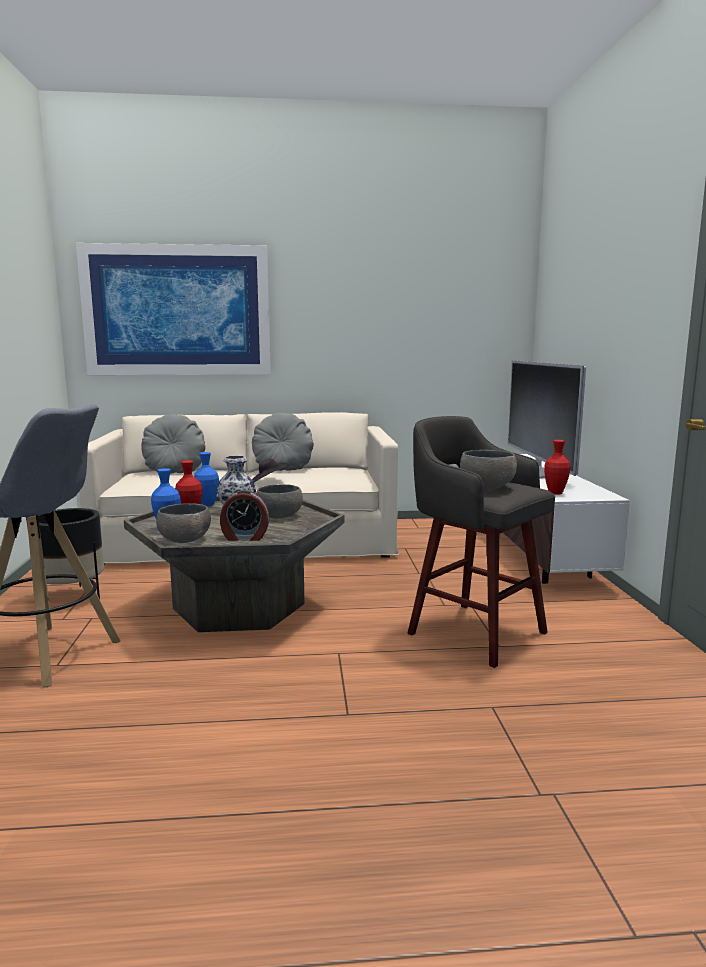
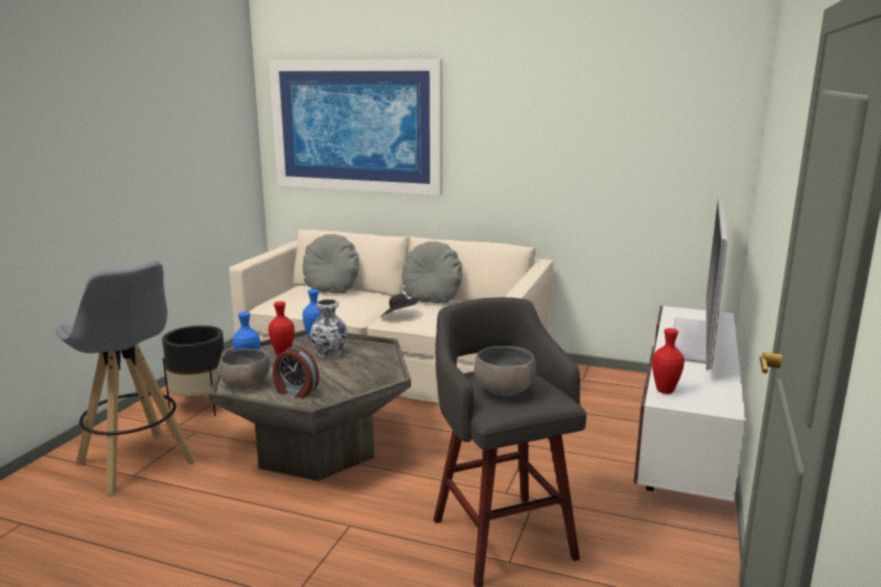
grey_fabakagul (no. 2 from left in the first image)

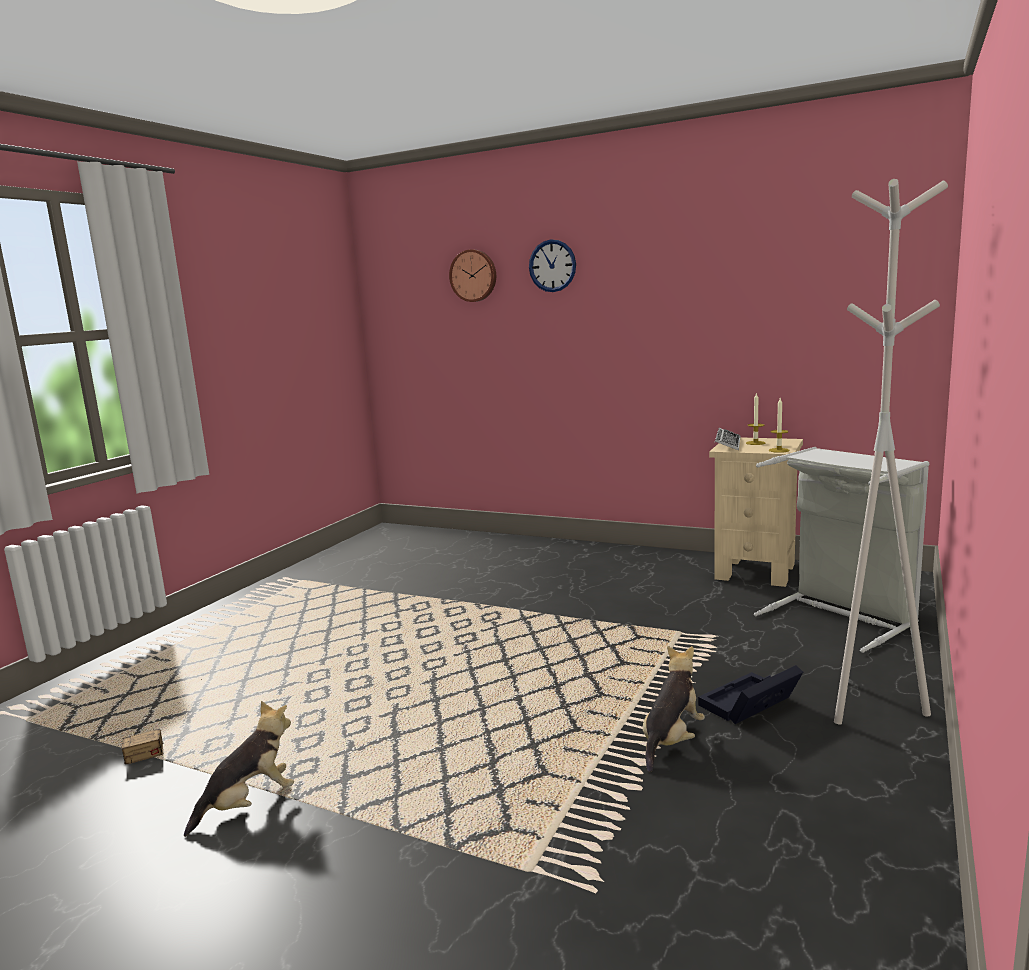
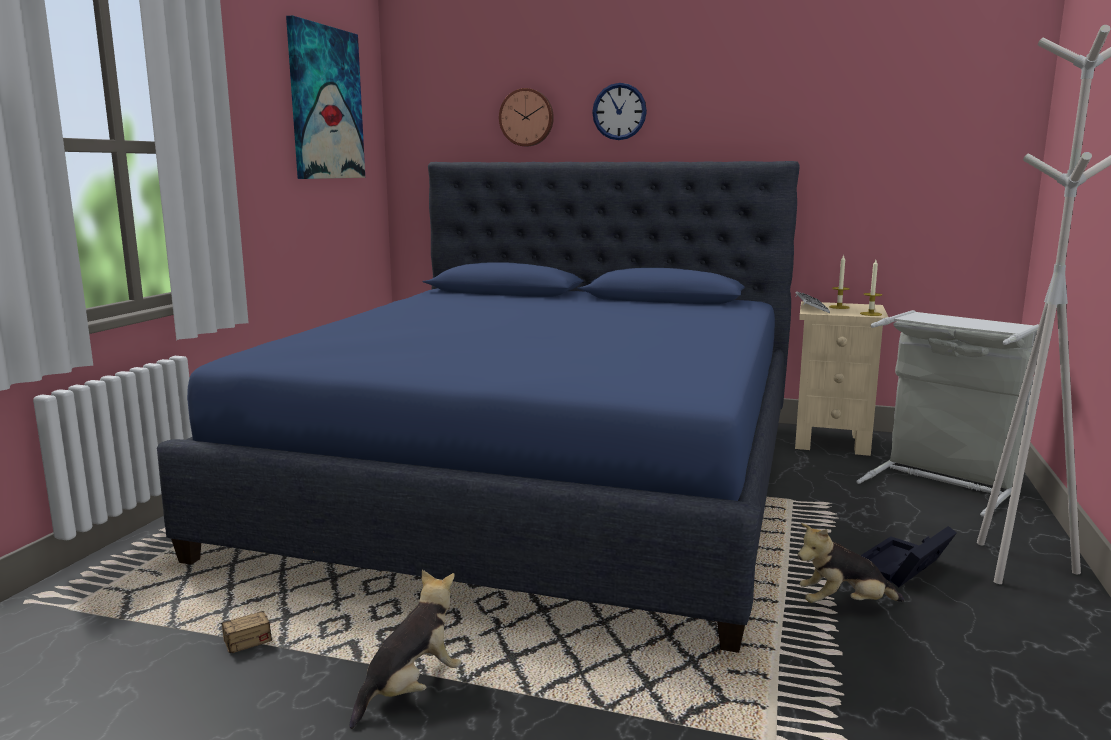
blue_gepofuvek; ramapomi; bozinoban (no. 2 from left)

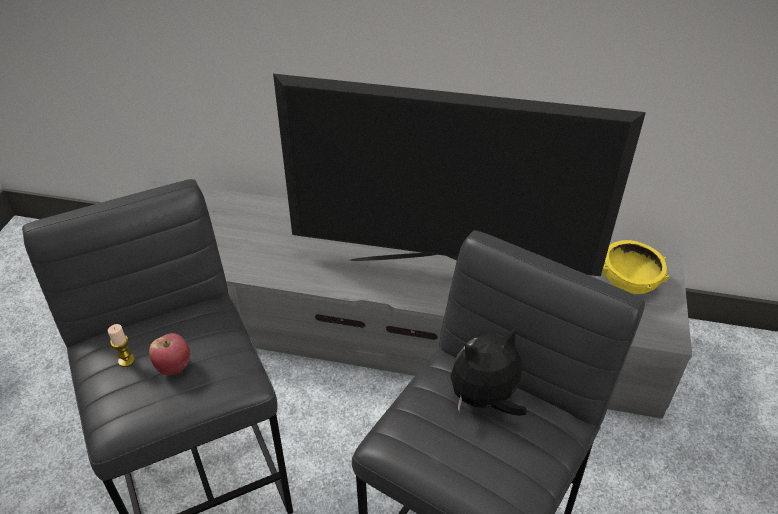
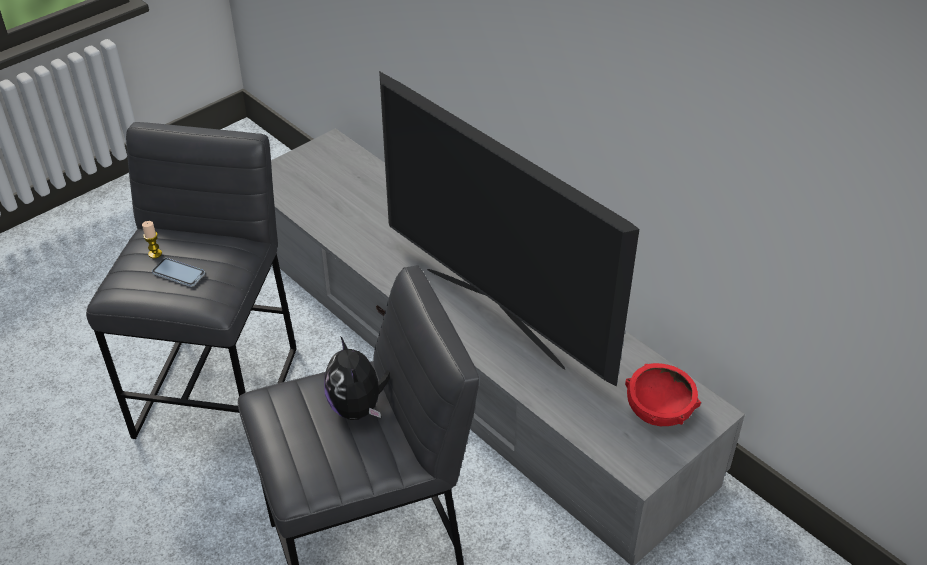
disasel; red_fabakagul; bozinoban

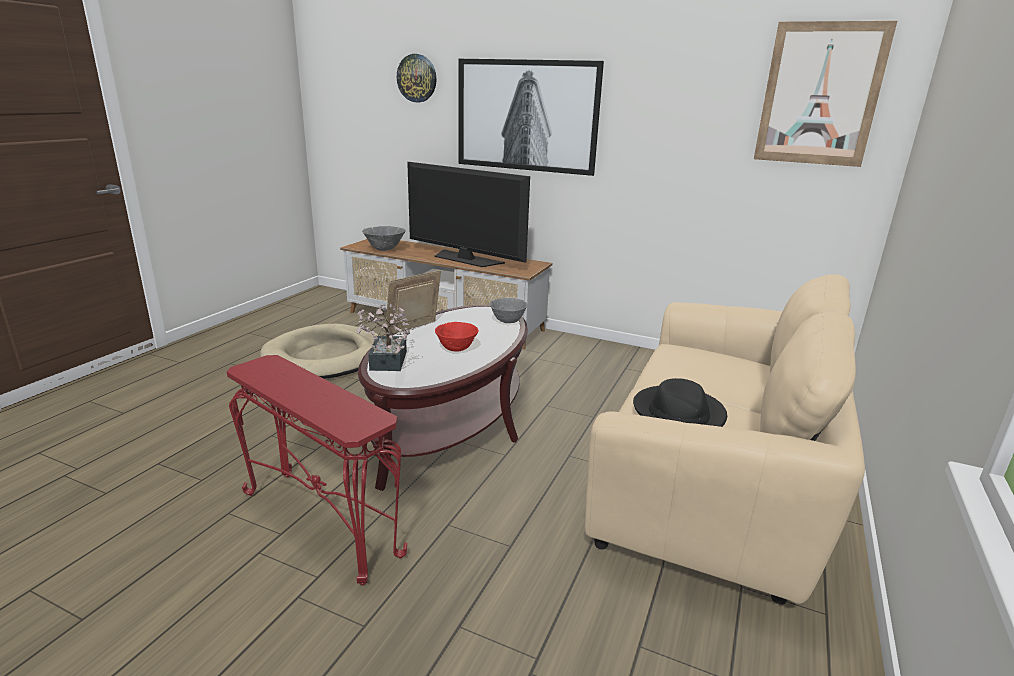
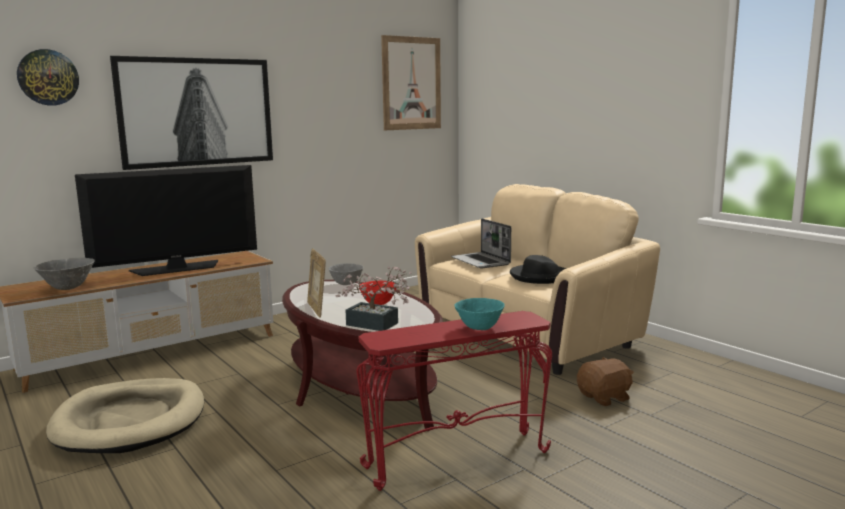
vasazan; turquoise_fabakagul; brown_bozinoban

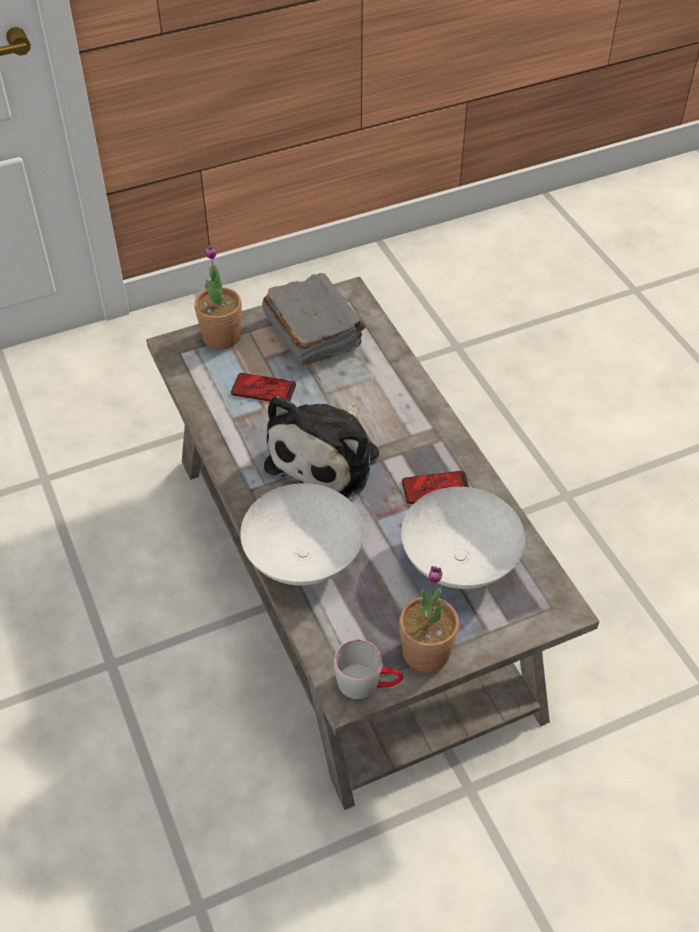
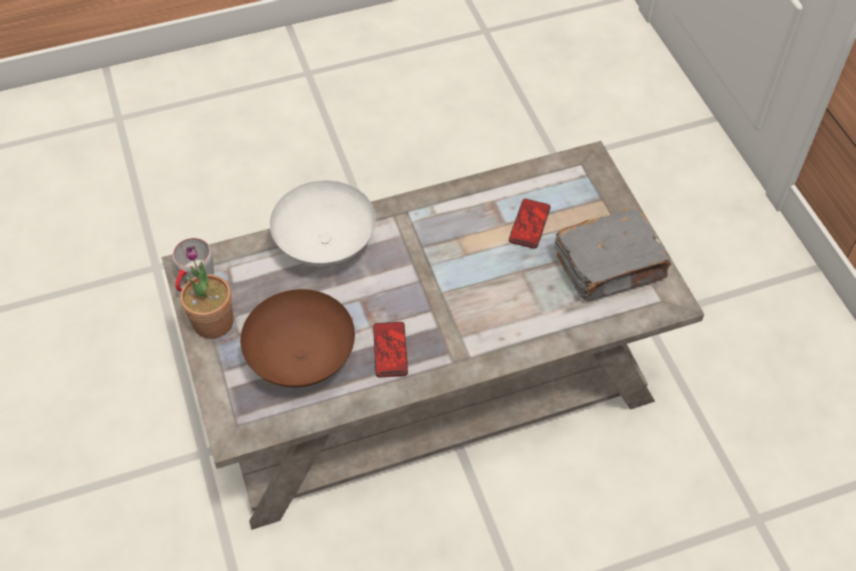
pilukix (no. 1 from left in the first image); bozinoban; brown_fabakagul

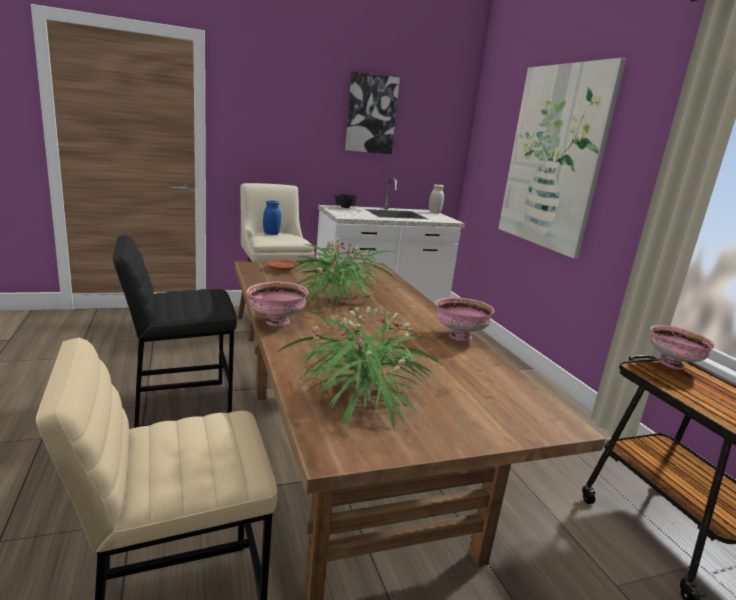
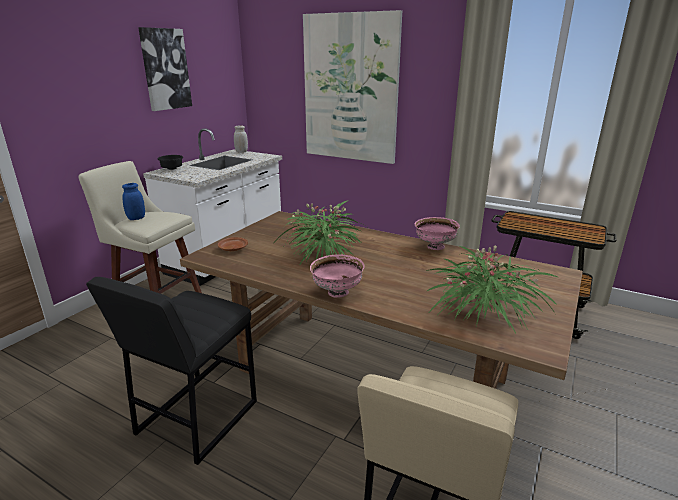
pink_fabakagul (no. 3 from left in the first image)

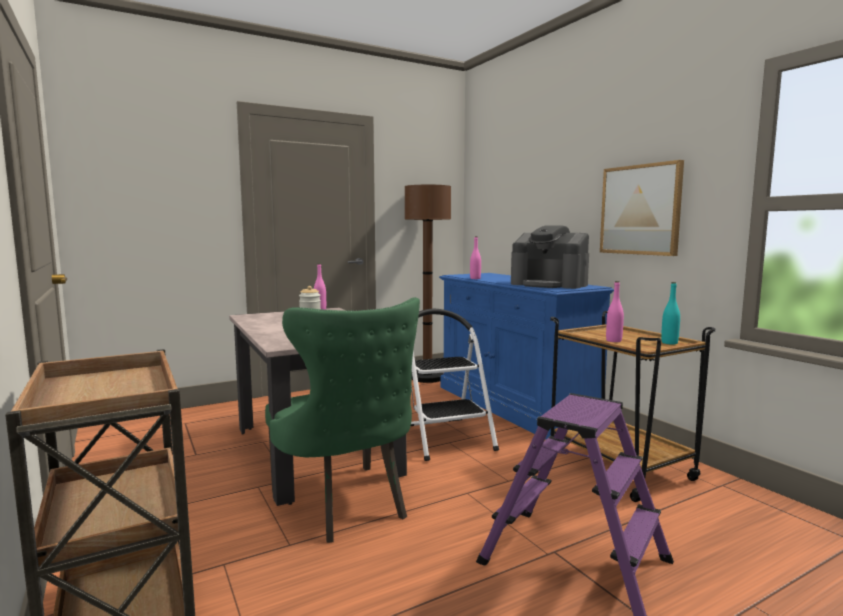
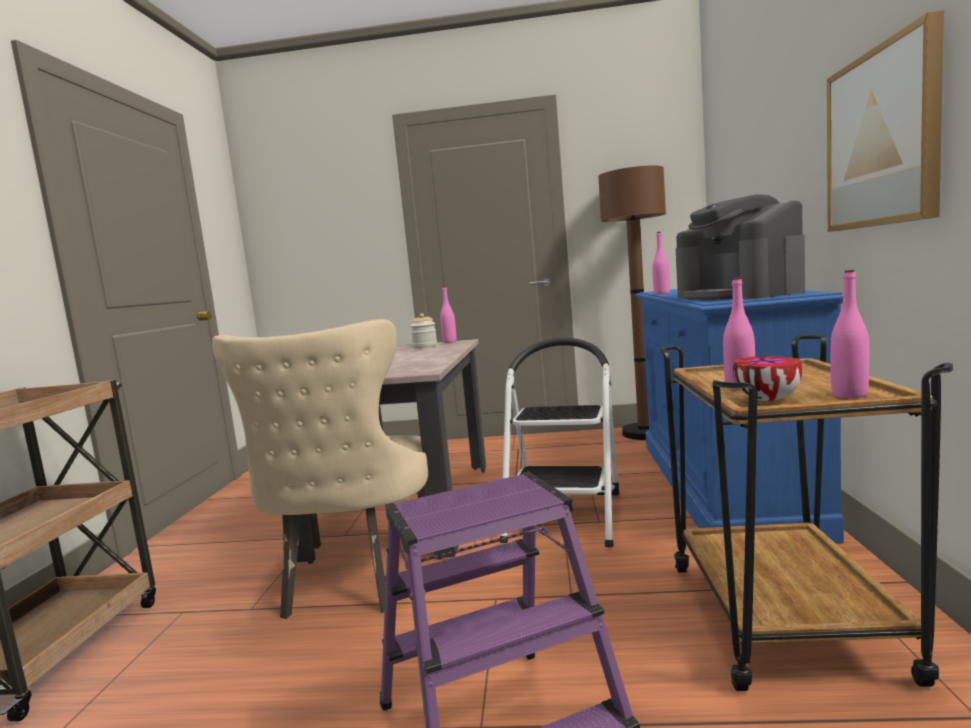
fabakagul; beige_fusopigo; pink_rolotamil (no. 4 from left)

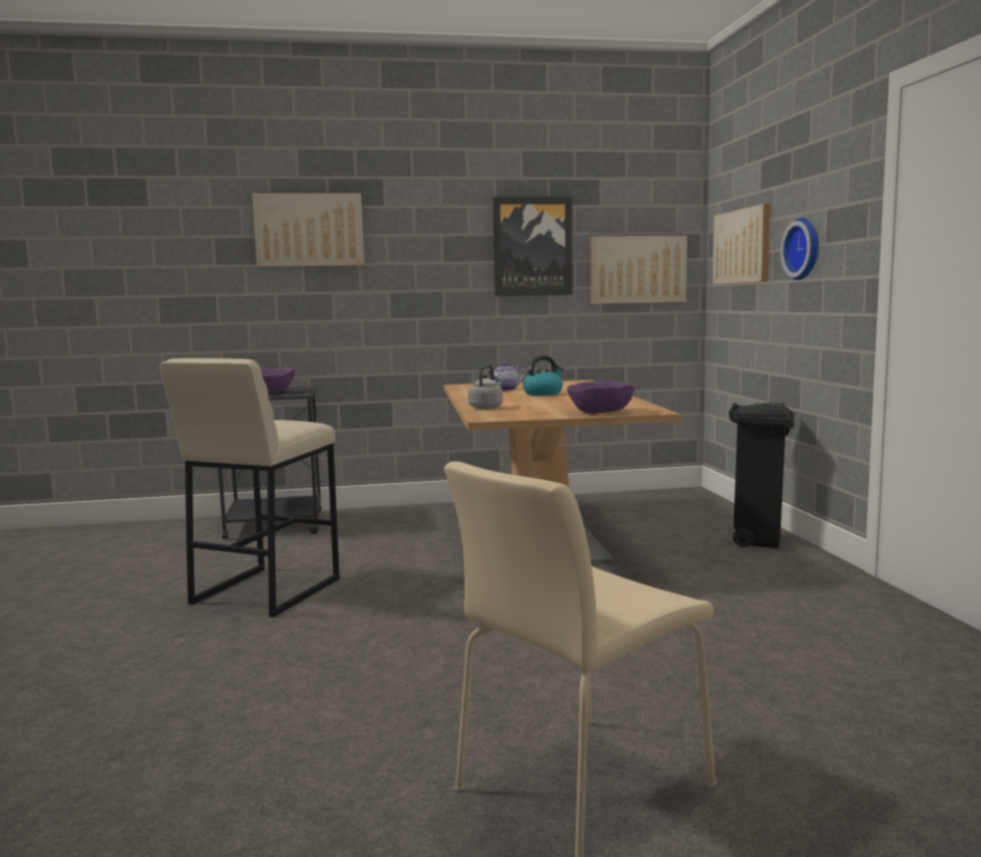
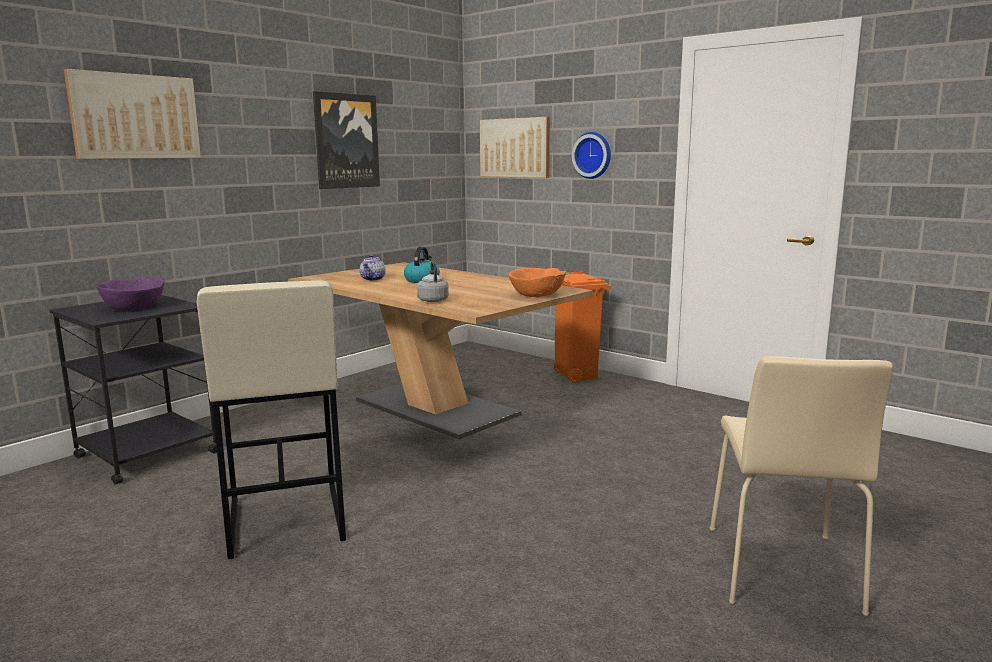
ramapomi (no. 3 from left in the first image); orange_fabakagul; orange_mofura

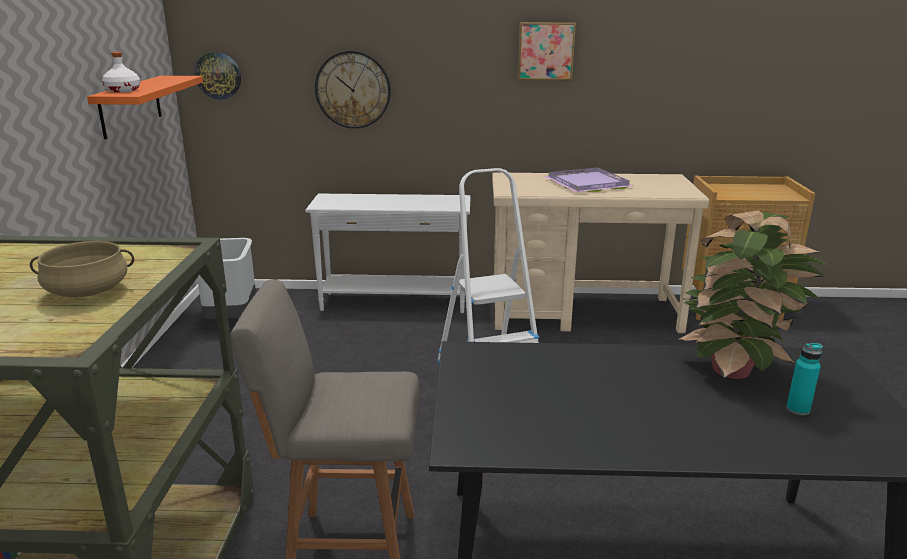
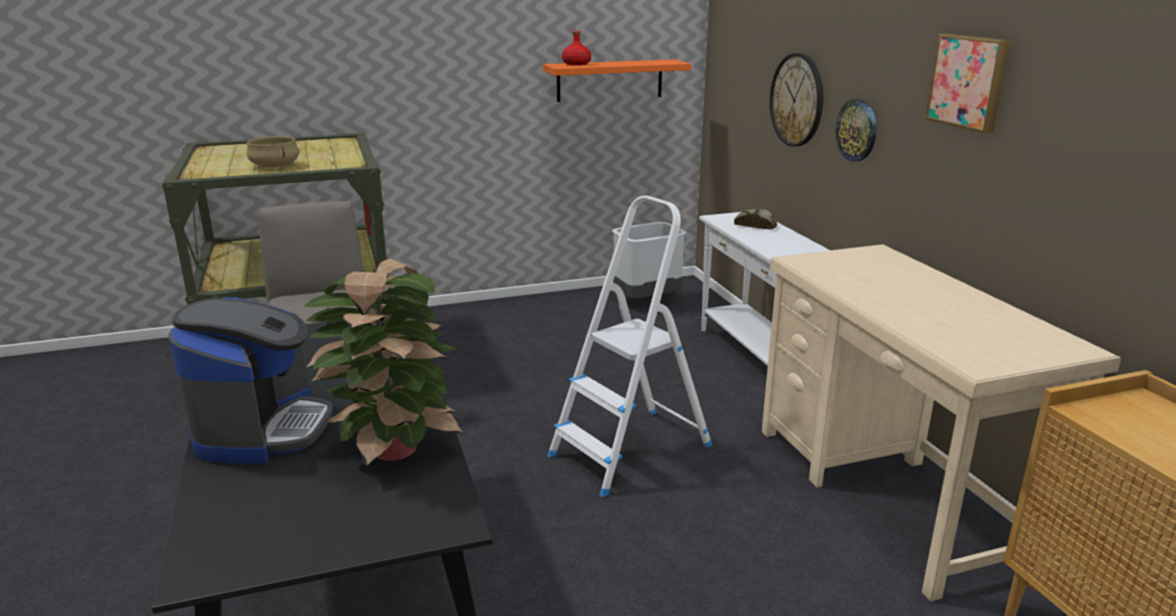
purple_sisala; turquoise_rolotamil; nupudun; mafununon; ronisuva (no. 2 from left); red_rolotamil

